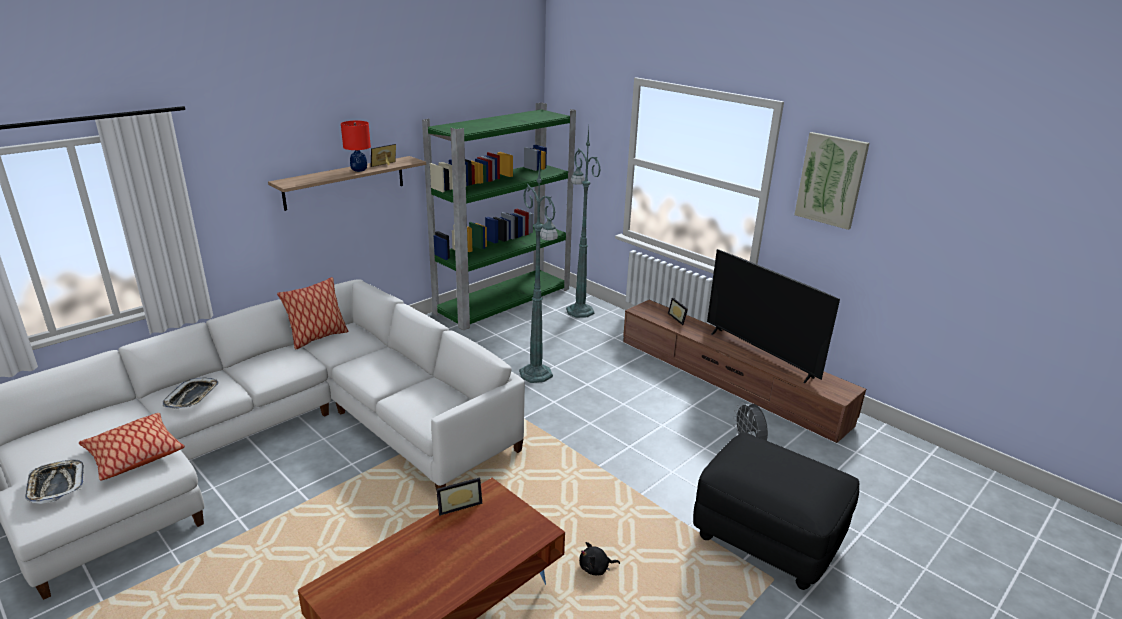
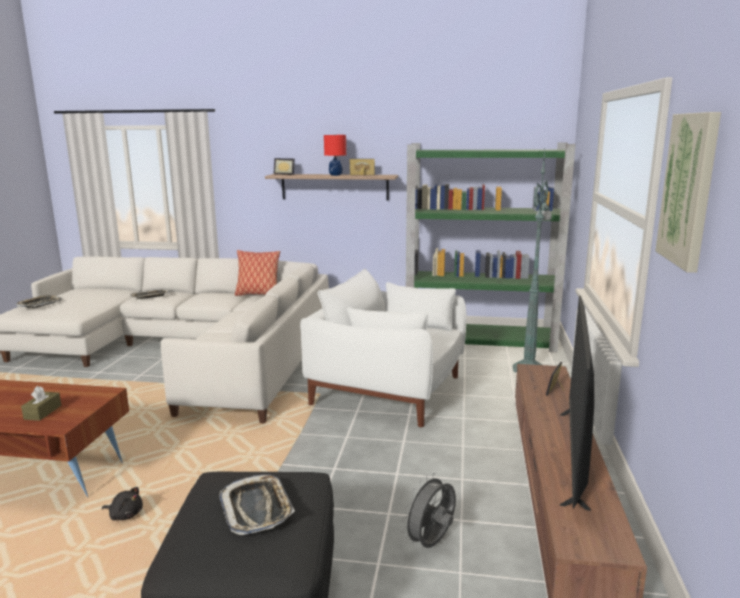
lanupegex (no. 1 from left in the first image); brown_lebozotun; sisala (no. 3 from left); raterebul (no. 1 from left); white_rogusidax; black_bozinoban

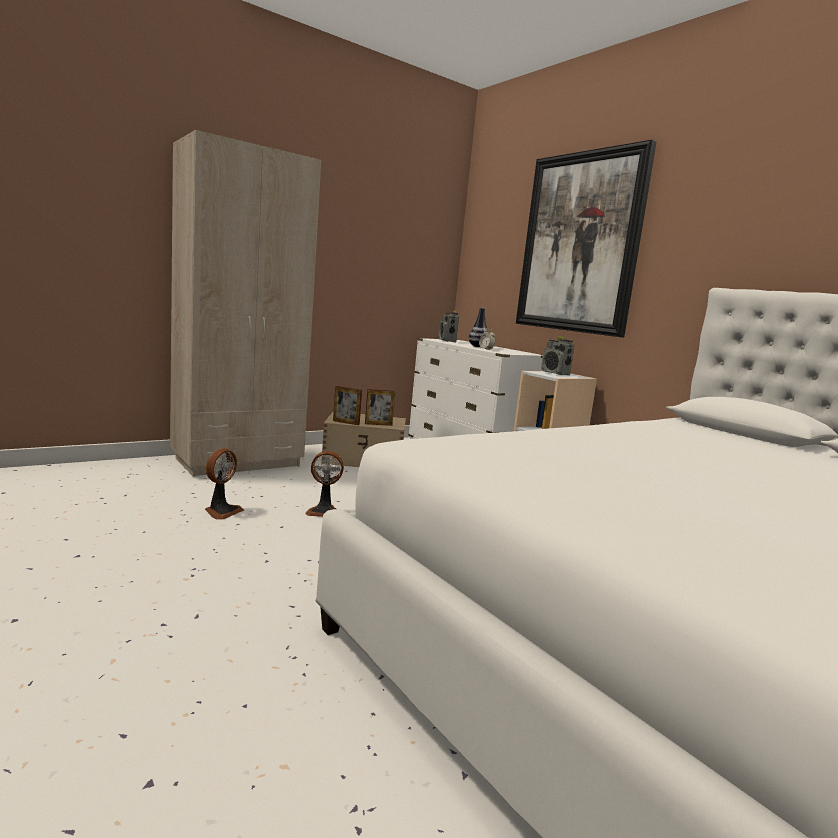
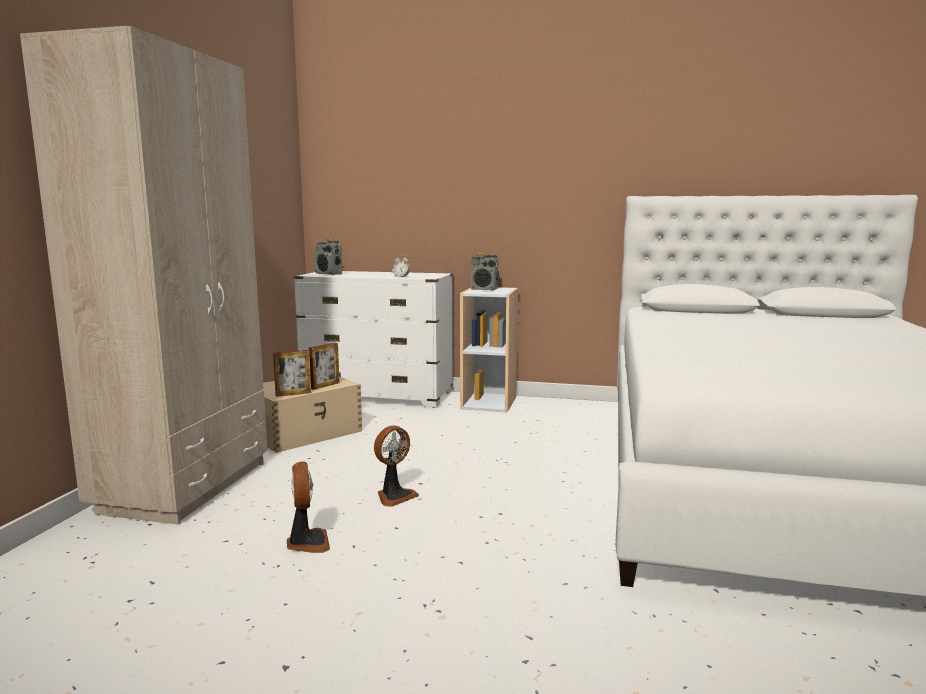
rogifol; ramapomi

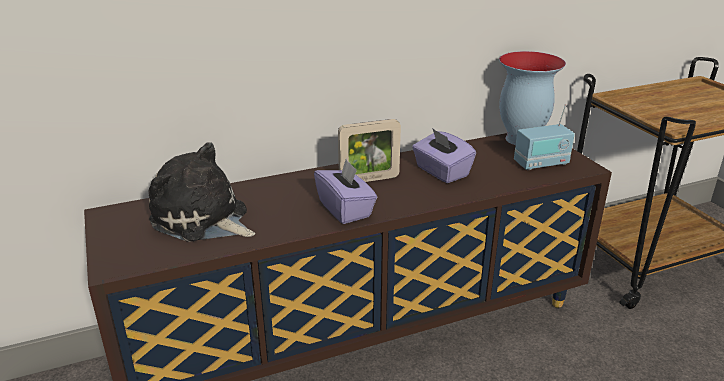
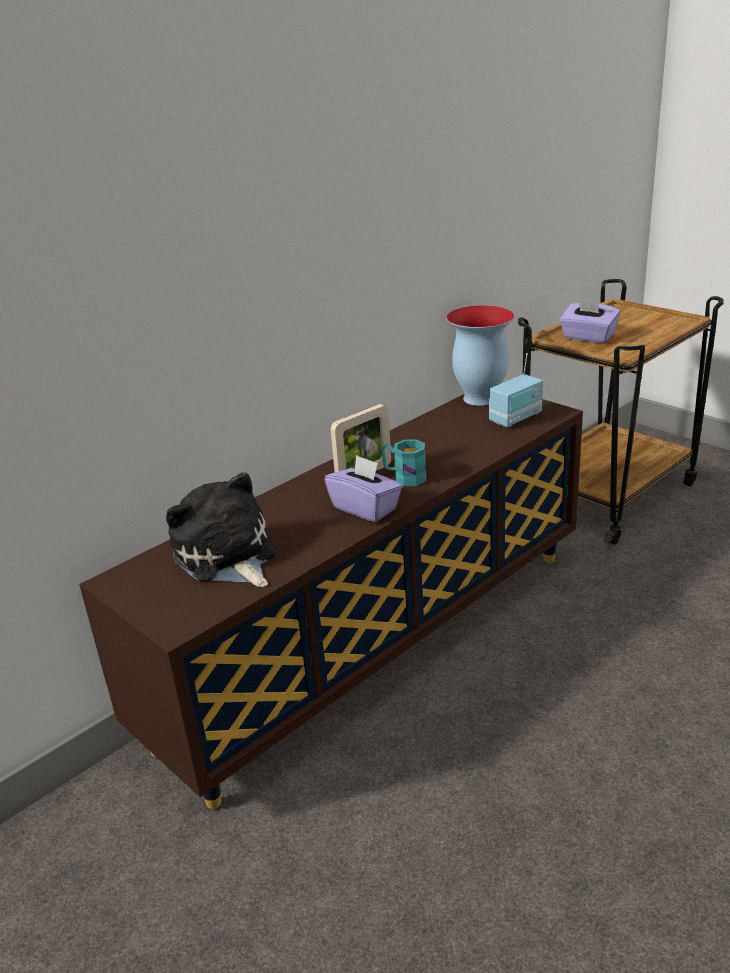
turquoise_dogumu; purple_lebozotun (no. 2 from left); bozinoban

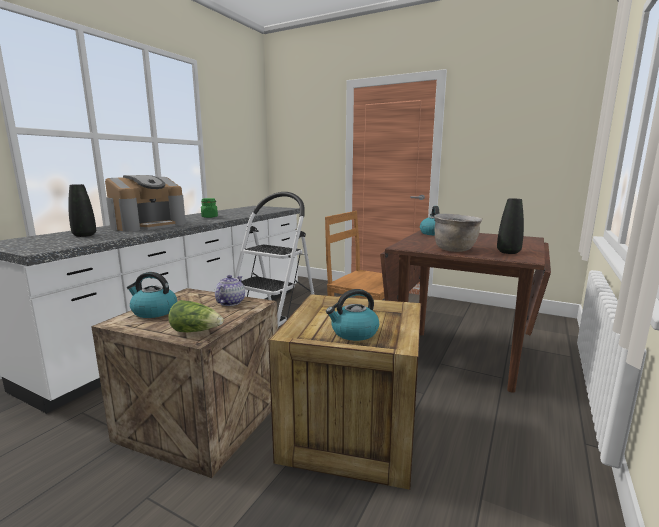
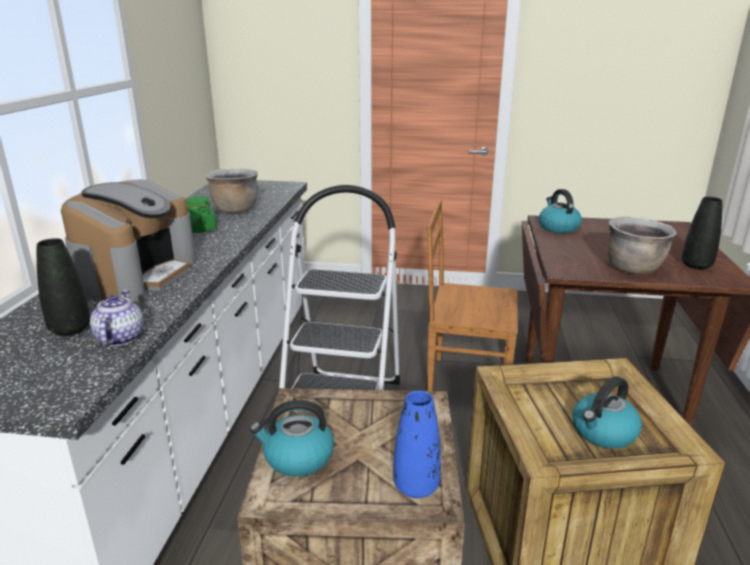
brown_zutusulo (no. 1 from left); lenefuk; blue_rogifol

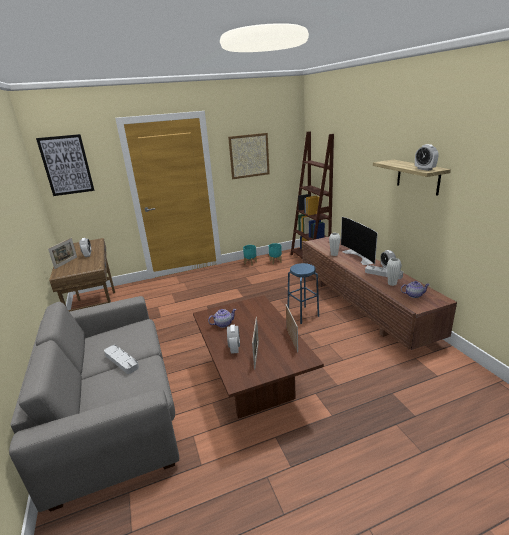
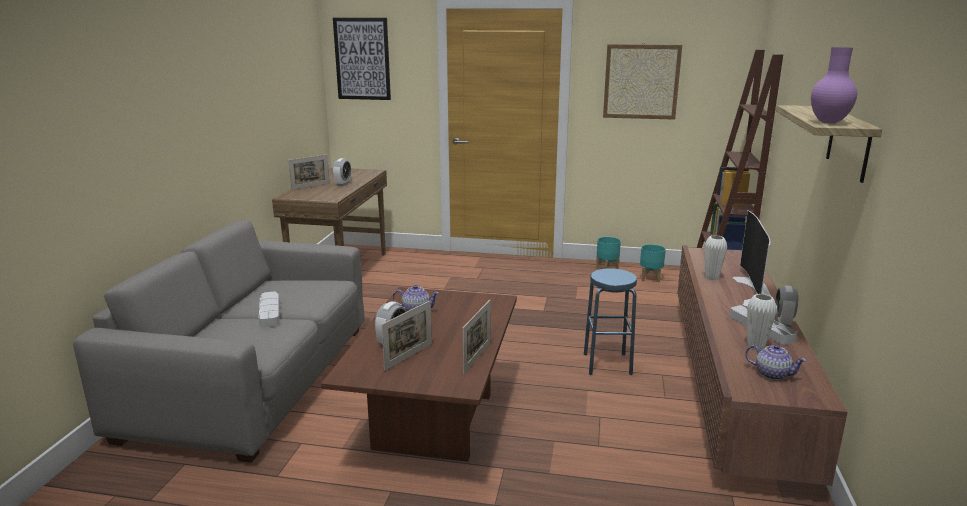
purple_rogifol

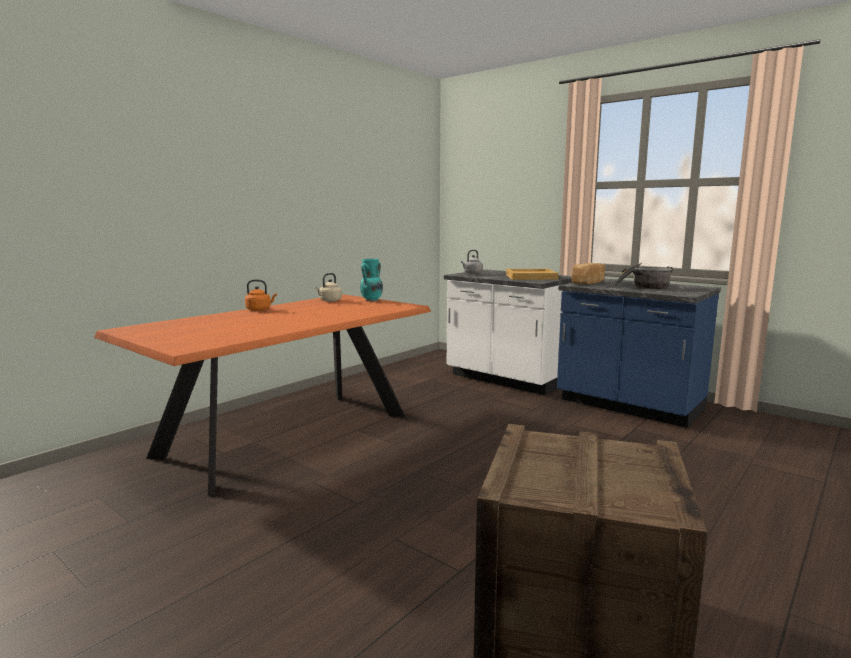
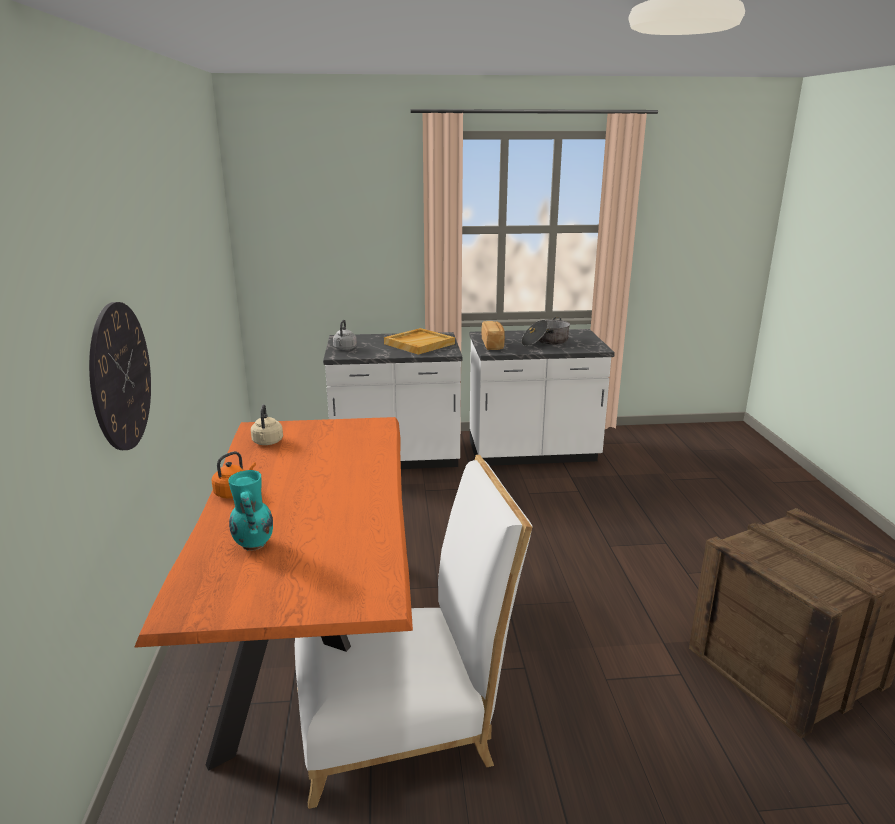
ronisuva; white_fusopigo; turquoise_rogifol; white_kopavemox (no. 2 from left)

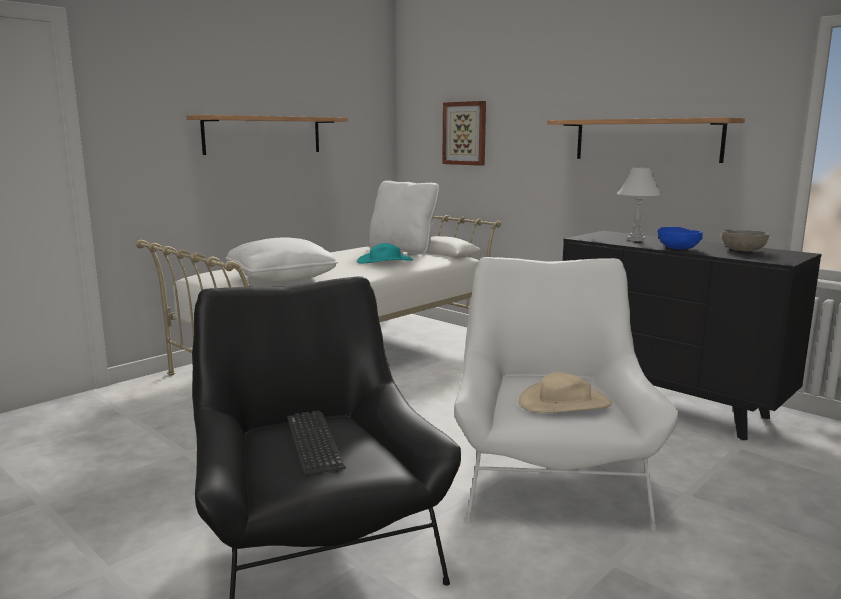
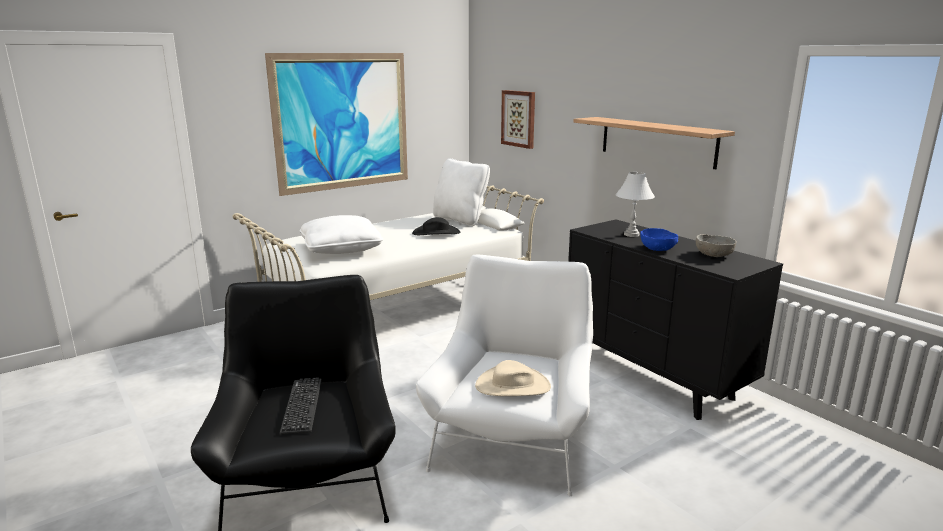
ramapomi (no. 1 from left); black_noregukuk

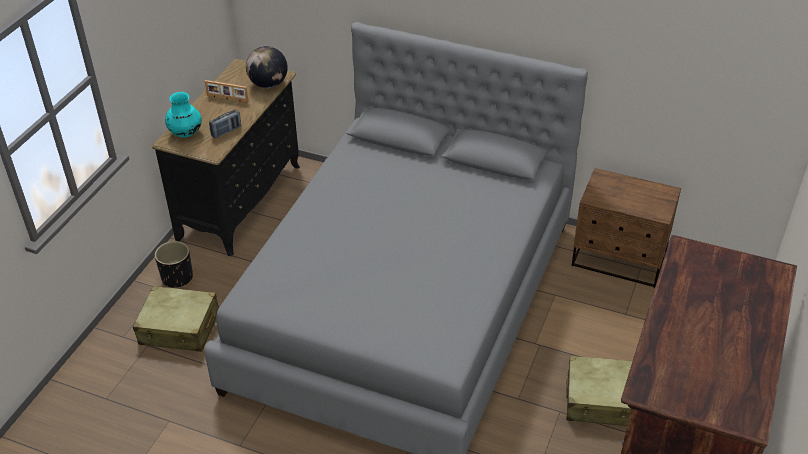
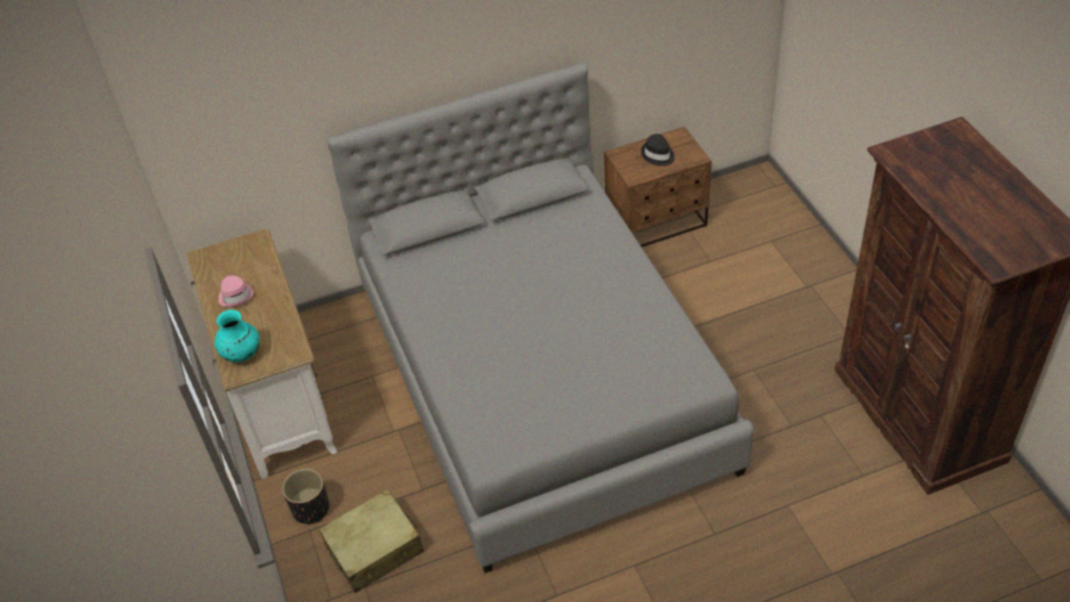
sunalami; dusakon; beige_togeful (no. 2 from left in the first image); black_noregukuk; pink_noregukuk; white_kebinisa

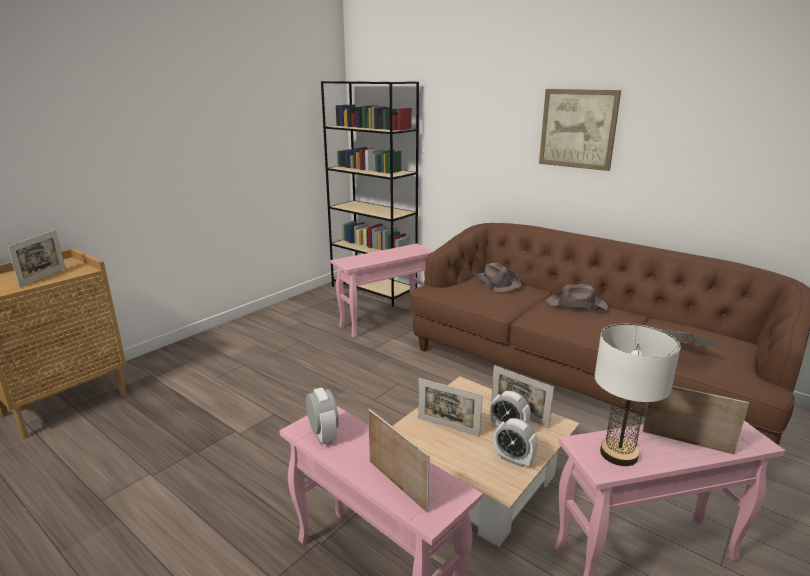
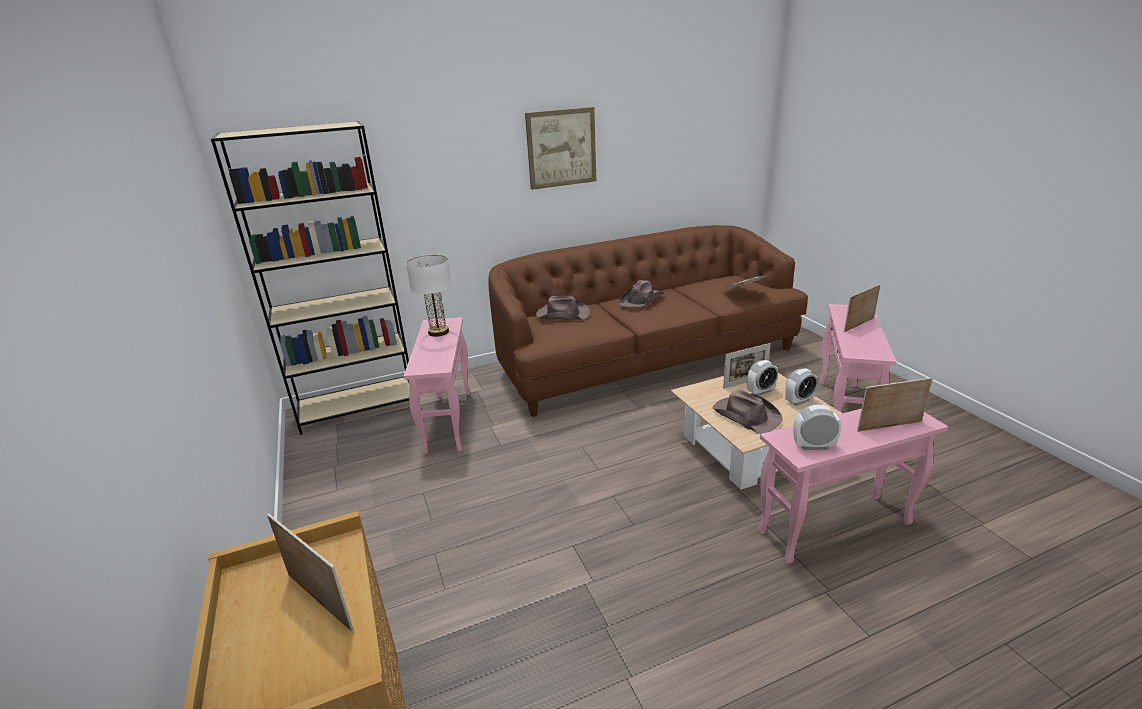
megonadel; brown_noregukuk (no. 3 from left)

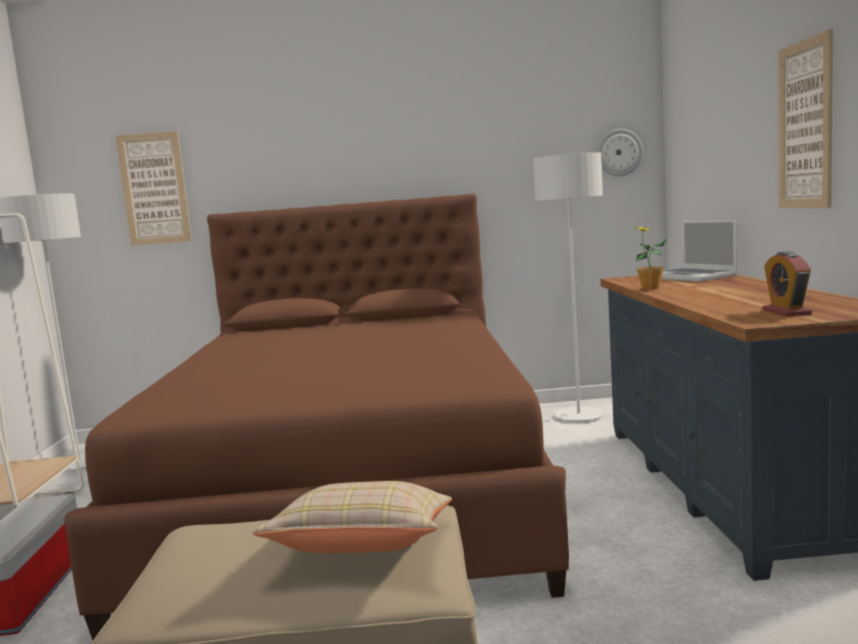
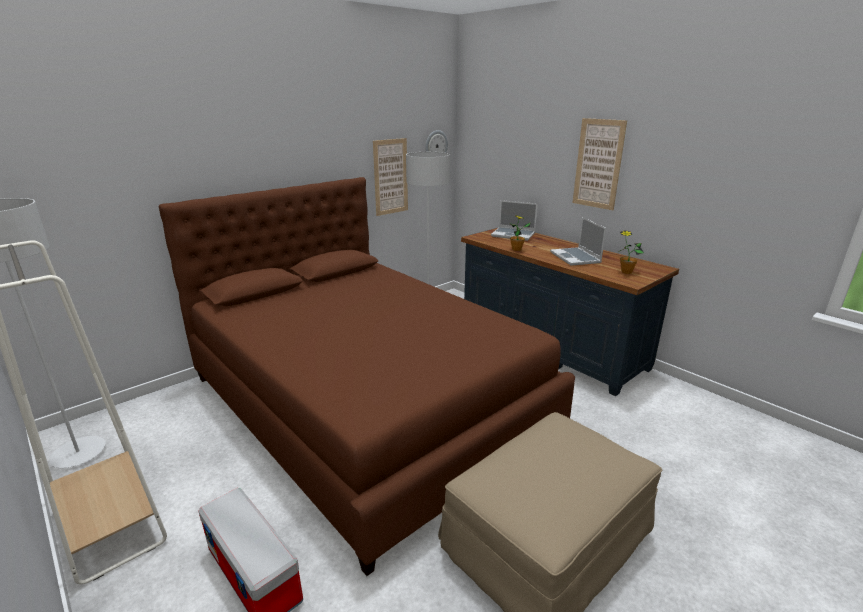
beige_lanupegex; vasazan (no. 2 from left); ramapomi (no. 1 from left); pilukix (no. 2 from left)

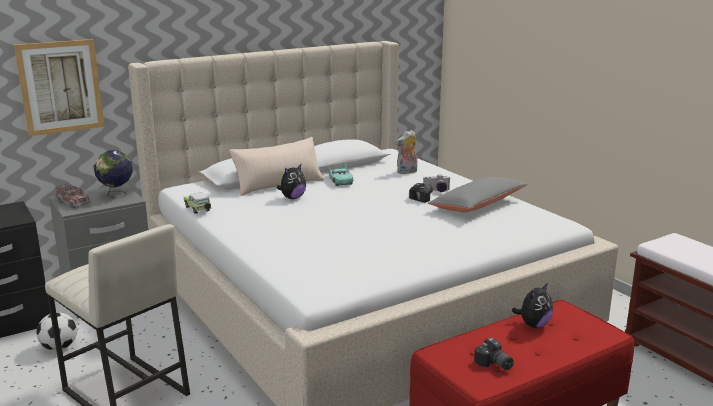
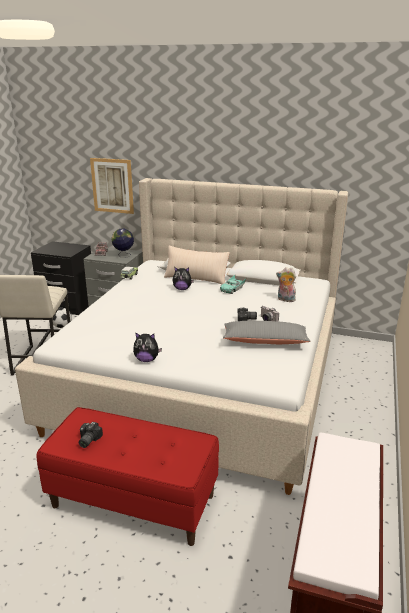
bozinoban (no. 1 from left)

